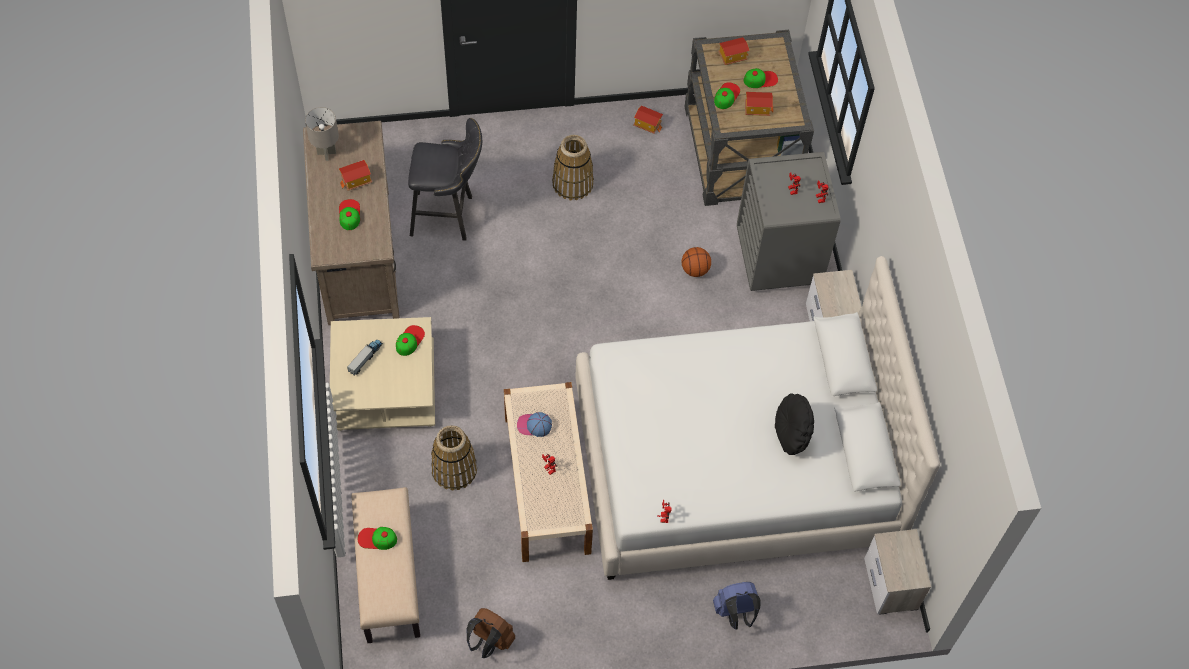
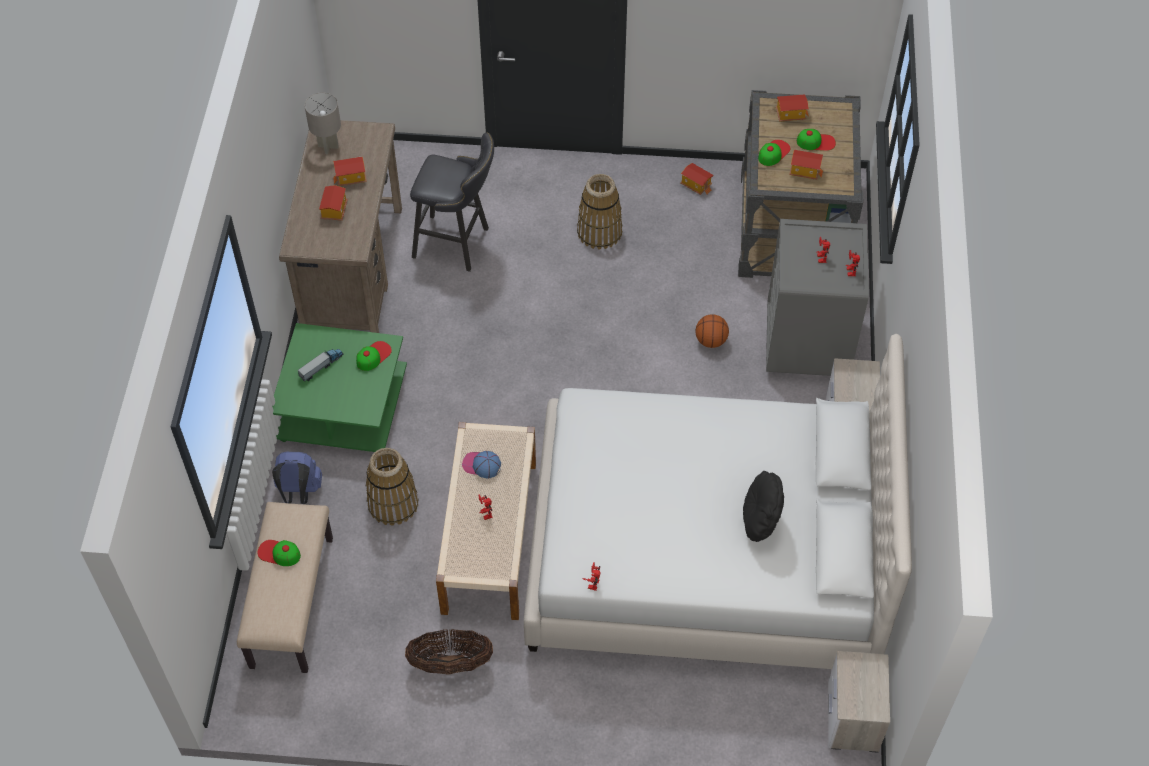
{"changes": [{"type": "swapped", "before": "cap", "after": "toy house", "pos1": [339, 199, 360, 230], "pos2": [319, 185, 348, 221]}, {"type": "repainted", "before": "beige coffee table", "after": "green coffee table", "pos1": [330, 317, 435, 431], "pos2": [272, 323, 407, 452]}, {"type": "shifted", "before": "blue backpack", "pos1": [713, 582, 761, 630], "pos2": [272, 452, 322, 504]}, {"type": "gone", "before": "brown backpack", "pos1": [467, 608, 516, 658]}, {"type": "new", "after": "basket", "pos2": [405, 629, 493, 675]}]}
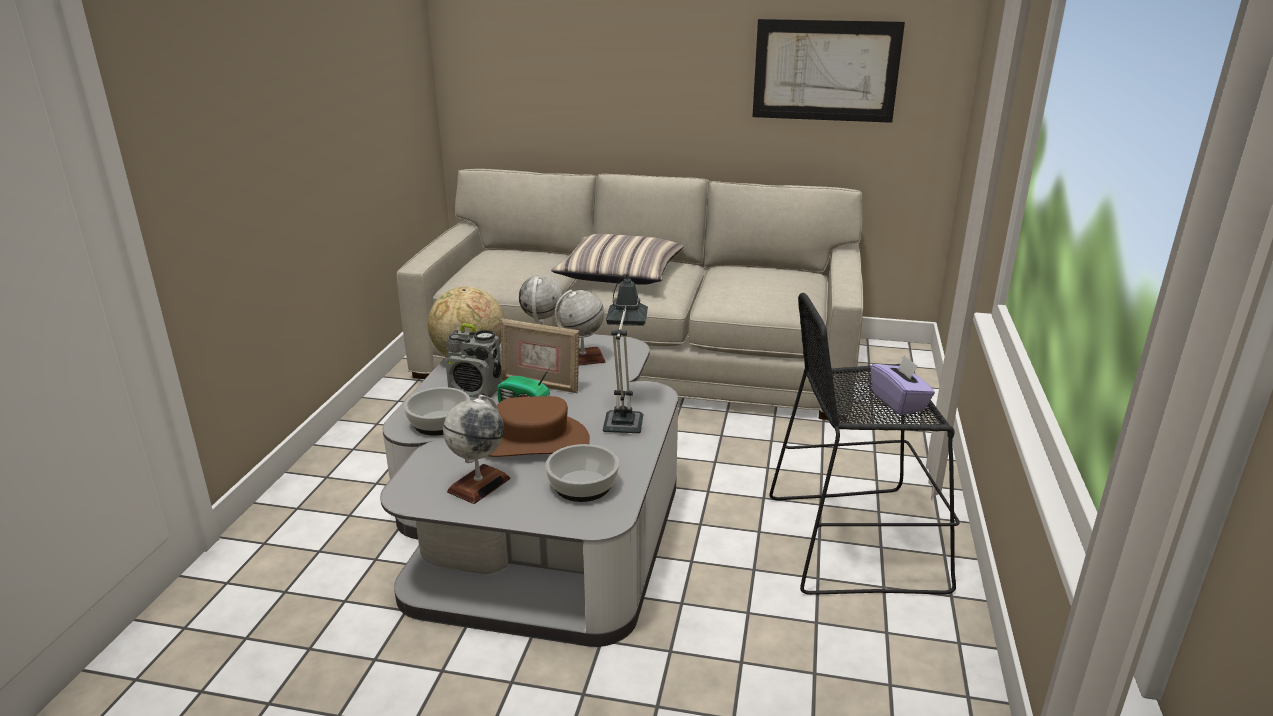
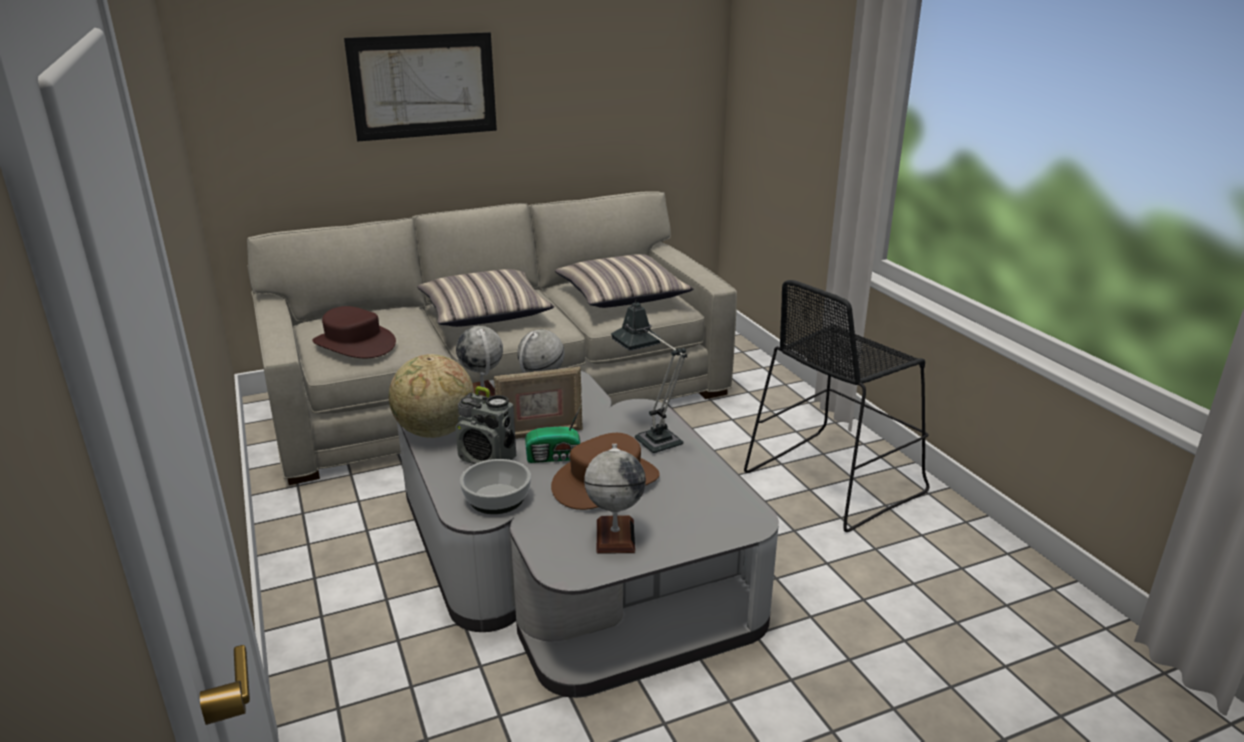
{"changes": [{"type": "shifted", "before": "picture", "pos1": [752, 19, 905, 123], "pos2": [344, 32, 497, 141]}, {"type": "rotated", "before": "radio", "pos1": [446, 323, 502, 399], "pos2": [455, 386, 516, 464], "turn": 45}, {"type": "gone", "before": "purple tissue box", "pos1": [871, 355, 935, 415]}, {"type": "gone", "before": "bowl", "pos1": [545, 444, 619, 502]}, {"type": "new", "after": "pillow", "pos2": [555, 254, 694, 308]}, {"type": "new", "after": "brown hat", "pos2": [312, 306, 396, 358]}]}
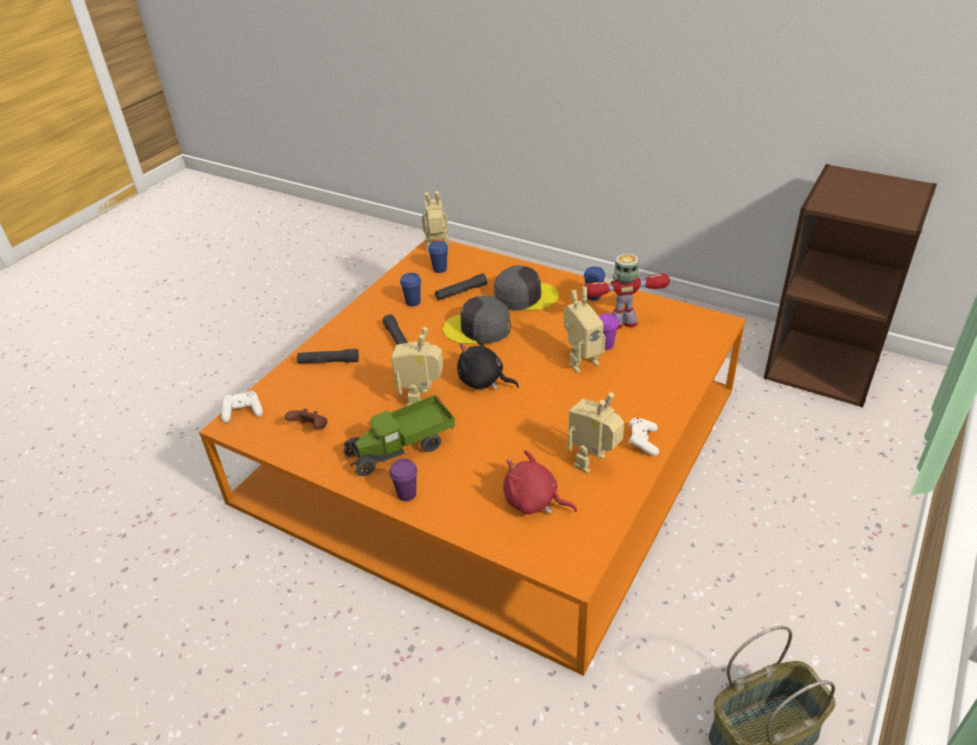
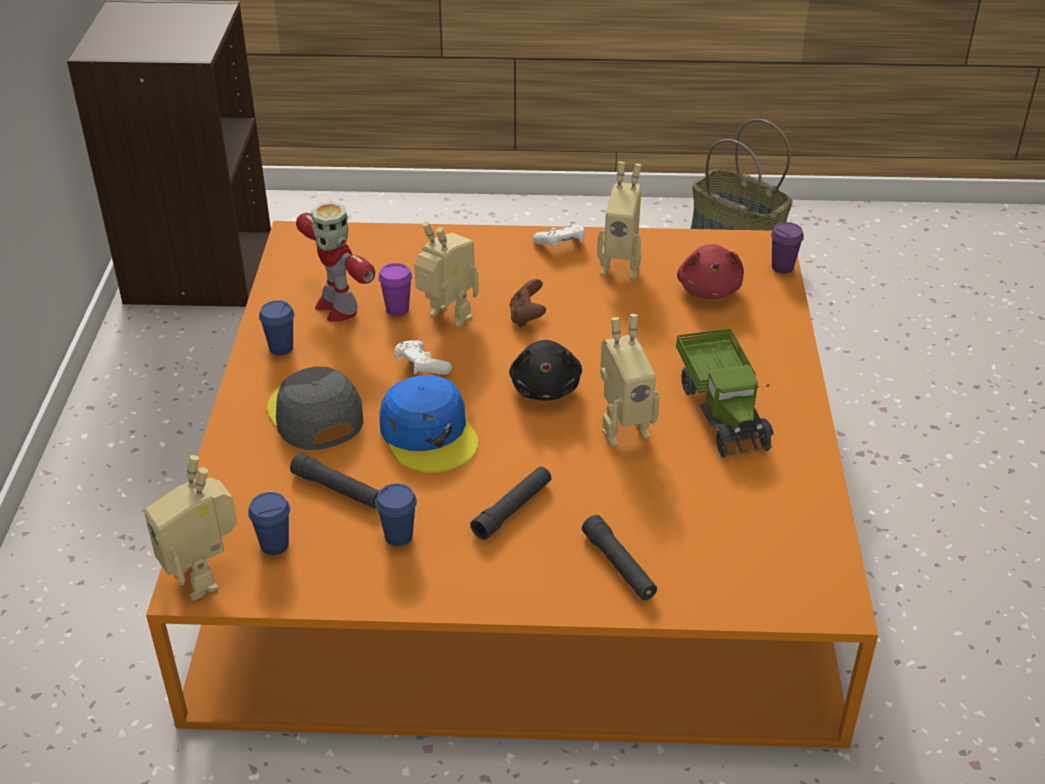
{"changes": [{"type": "repainted", "before": "grey cap", "after": "blue cap", "pos1": [443, 295, 511, 344], "pos2": [379, 375, 478, 473]}, {"type": "shifted", "before": "white game controller", "pos1": [221, 391, 263, 423], "pos2": [394, 340, 452, 375]}, {"type": "rotated", "before": "toy truck", "pos1": [343, 395, 455, 476], "pos2": [676, 328, 774, 457], "turn": 45}, {"type": "shifted", "before": "brown game controller", "pos1": [285, 409, 328, 429], "pos2": [509, 279, 546, 327]}, {"type": "shifted", "before": "purple cup", "pos1": [389, 459, 417, 501], "pos2": [771, 222, 804, 274]}]}
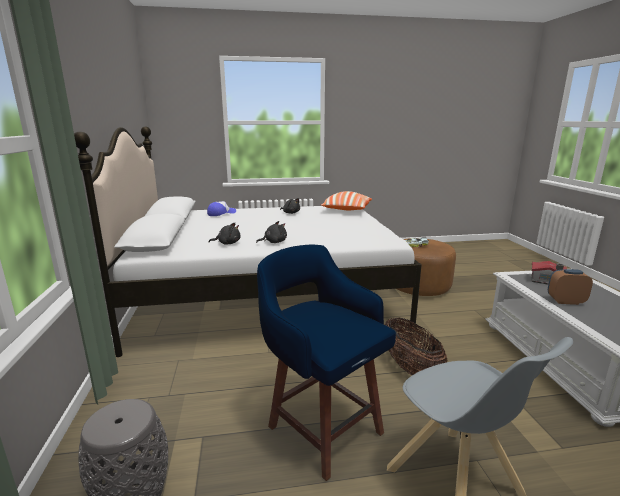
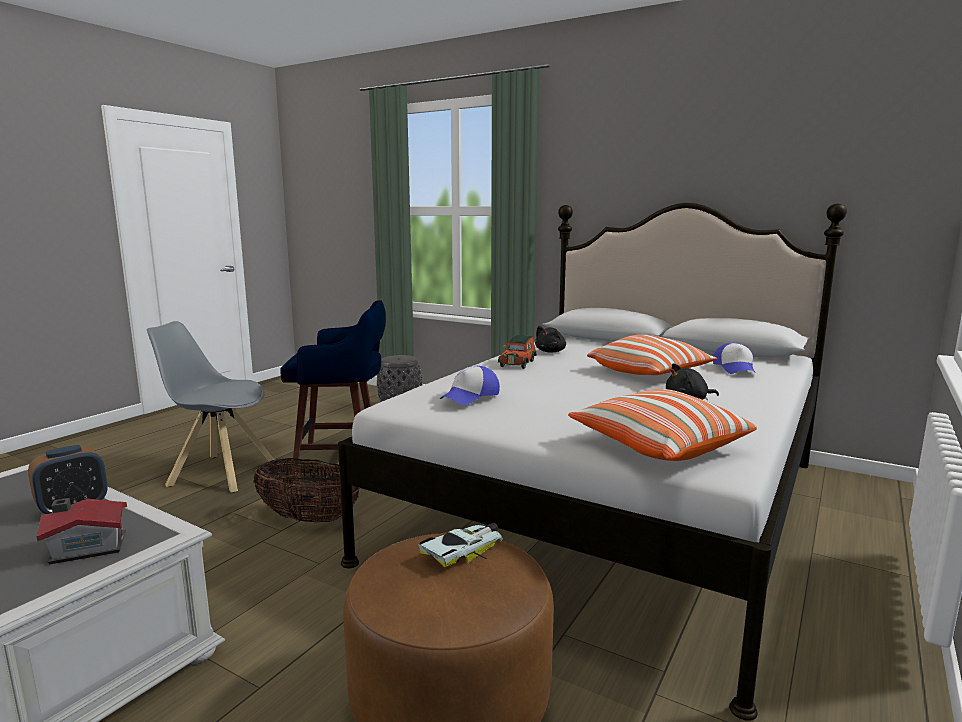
{"changes": [{"type": "swapped", "before": "black plush toy", "after": "toy car", "pos1": [256, 221, 287, 243], "pos2": [498, 335, 537, 369]}, {"type": "new", "after": "pillow", "pos2": [587, 335, 717, 375]}, {"type": "new", "after": "cap", "pos2": [440, 366, 500, 405]}]}
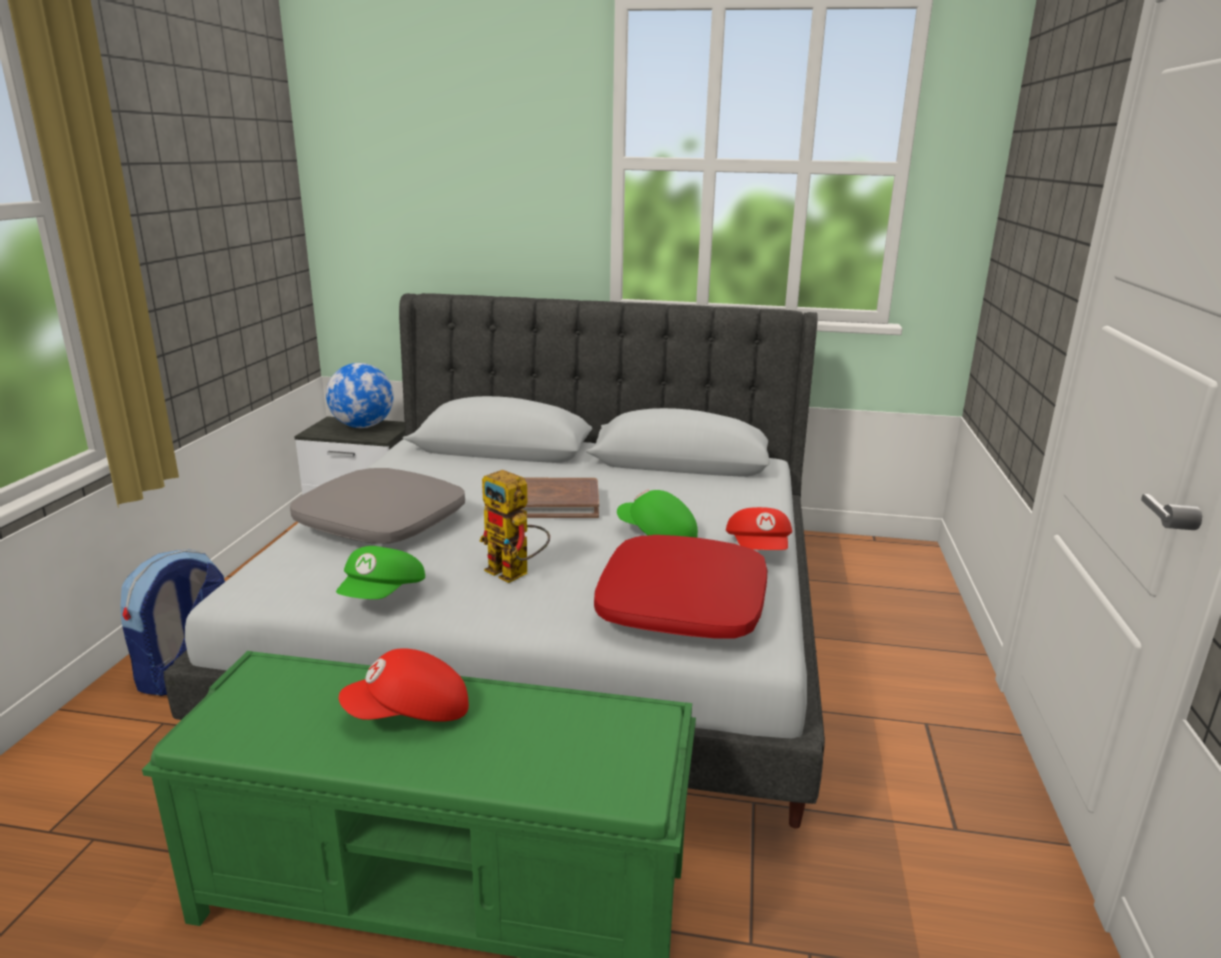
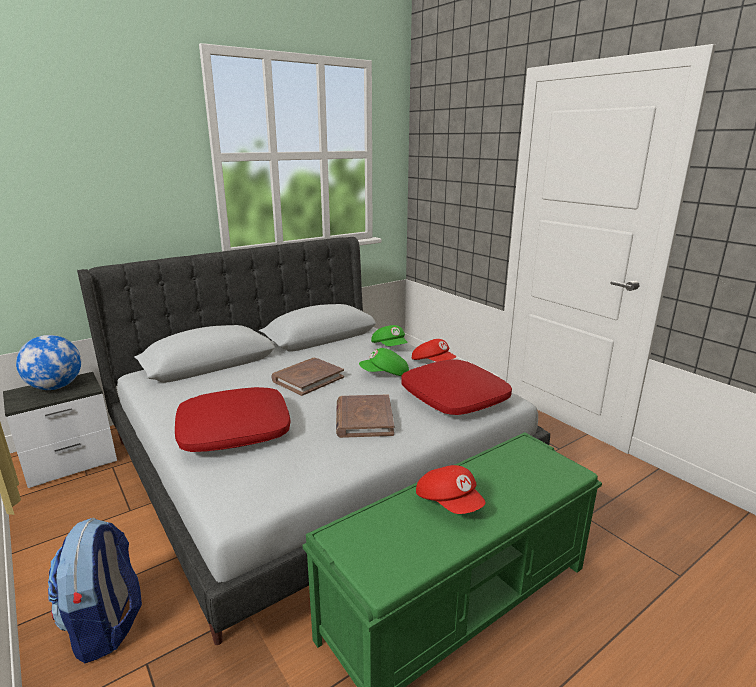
{"changes": [{"type": "repainted", "before": "grey pillow", "after": "red pillow", "pos1": [290, 468, 465, 543], "pos2": [175, 387, 291, 452]}, {"type": "swapped", "before": "toy robot", "after": "brown book", "pos1": [480, 470, 550, 583], "pos2": [336, 394, 394, 438]}, {"type": "shifted", "before": "green cap", "pos1": [336, 546, 425, 599], "pos2": [371, 325, 408, 346]}, {"type": "rotated", "before": "red cap", "pos1": [339, 648, 469, 722], "pos2": [416, 465, 486, 514], "turn": -60}]}
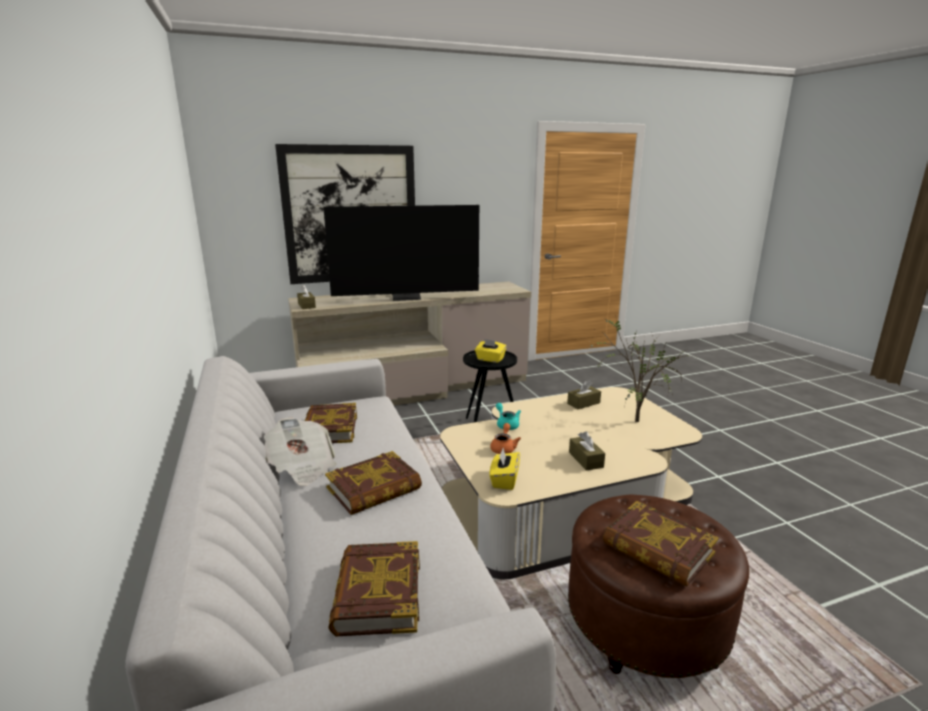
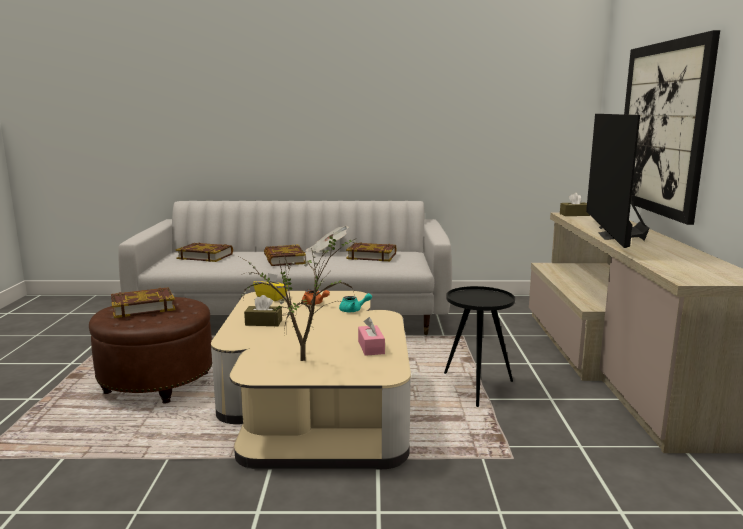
{"changes": [{"type": "gone", "before": "yellow tissue box", "pos1": [475, 339, 507, 363]}, {"type": "repainted", "before": "brown tissue box", "after": "pink tissue box", "pos1": [567, 380, 601, 409], "pos2": [358, 317, 385, 356]}]}
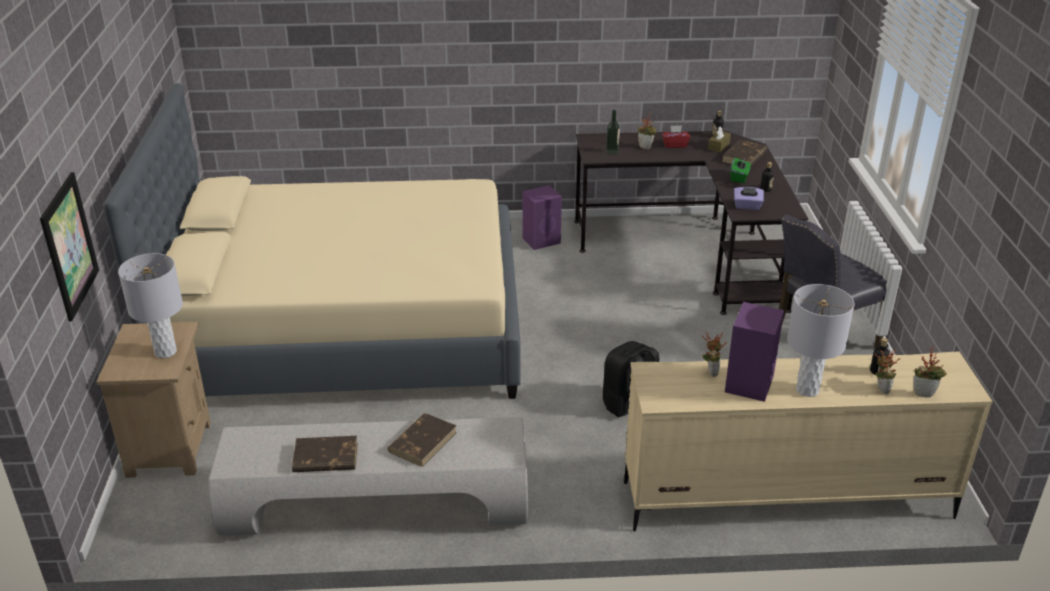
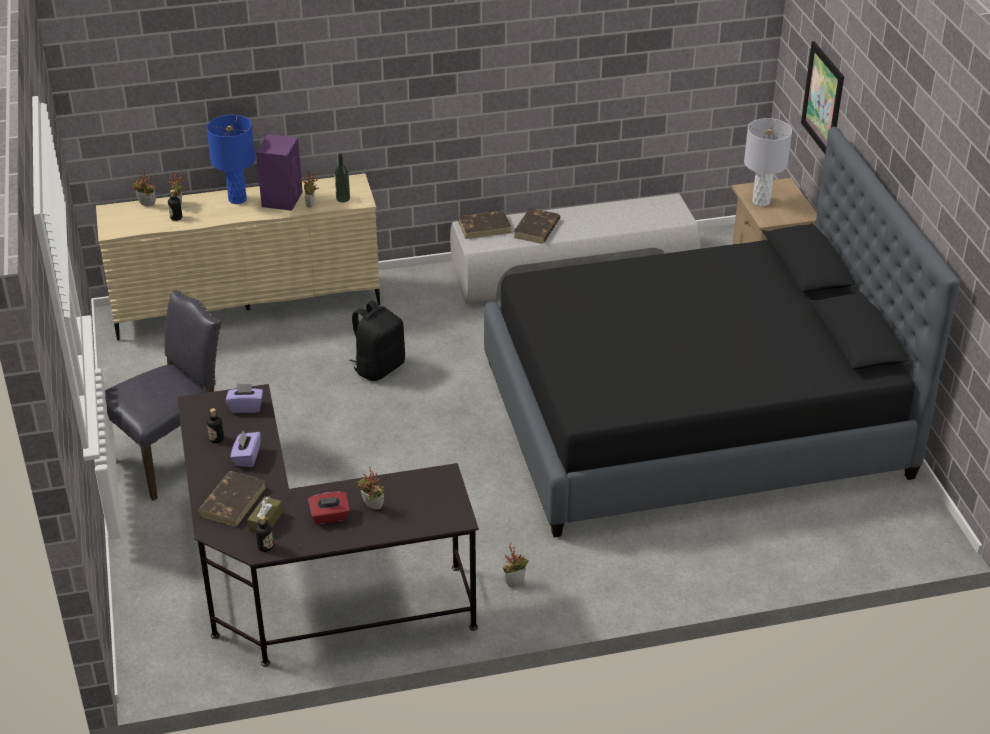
{"changes": [{"type": "repainted", "before": "beige bed", "after": "black bed", "pos1": [103, 83, 521, 399], "pos2": [484, 127, 960, 537]}, {"type": "shifted", "before": "bottle", "pos1": [606, 110, 620, 155], "pos2": [334, 154, 350, 202]}, {"type": "repainted", "before": "green tissue box", "after": "purple tissue box", "pos1": [731, 158, 751, 183], "pos2": [231, 431, 261, 467]}, {"type": "swapped", "before": "purple speaker", "after": "potted plant", "pos1": [522, 185, 562, 250], "pos2": [503, 544, 528, 587]}, {"type": "repainted", "before": "grey table lamp", "after": "blue table lamp", "pos1": [787, 284, 854, 397], "pos2": [207, 115, 255, 204]}, {"type": "shifted", "before": "brown book", "pos1": [292, 436, 358, 472], "pos2": [458, 210, 511, 239]}]}
